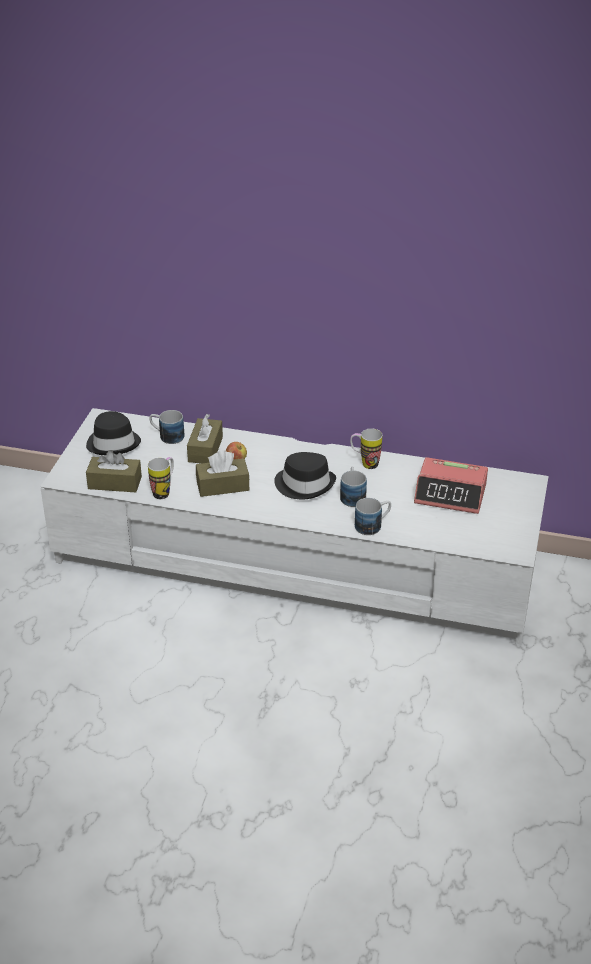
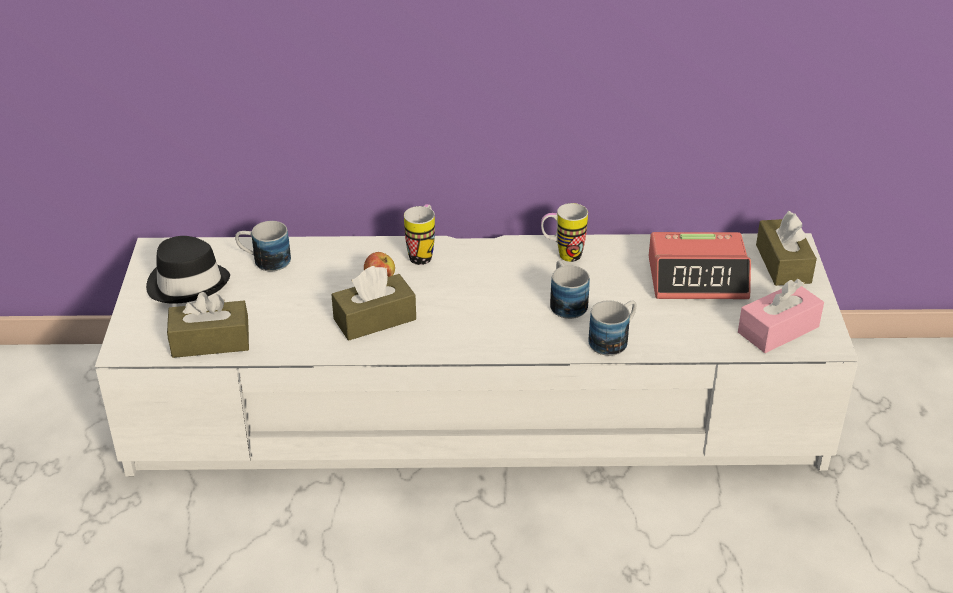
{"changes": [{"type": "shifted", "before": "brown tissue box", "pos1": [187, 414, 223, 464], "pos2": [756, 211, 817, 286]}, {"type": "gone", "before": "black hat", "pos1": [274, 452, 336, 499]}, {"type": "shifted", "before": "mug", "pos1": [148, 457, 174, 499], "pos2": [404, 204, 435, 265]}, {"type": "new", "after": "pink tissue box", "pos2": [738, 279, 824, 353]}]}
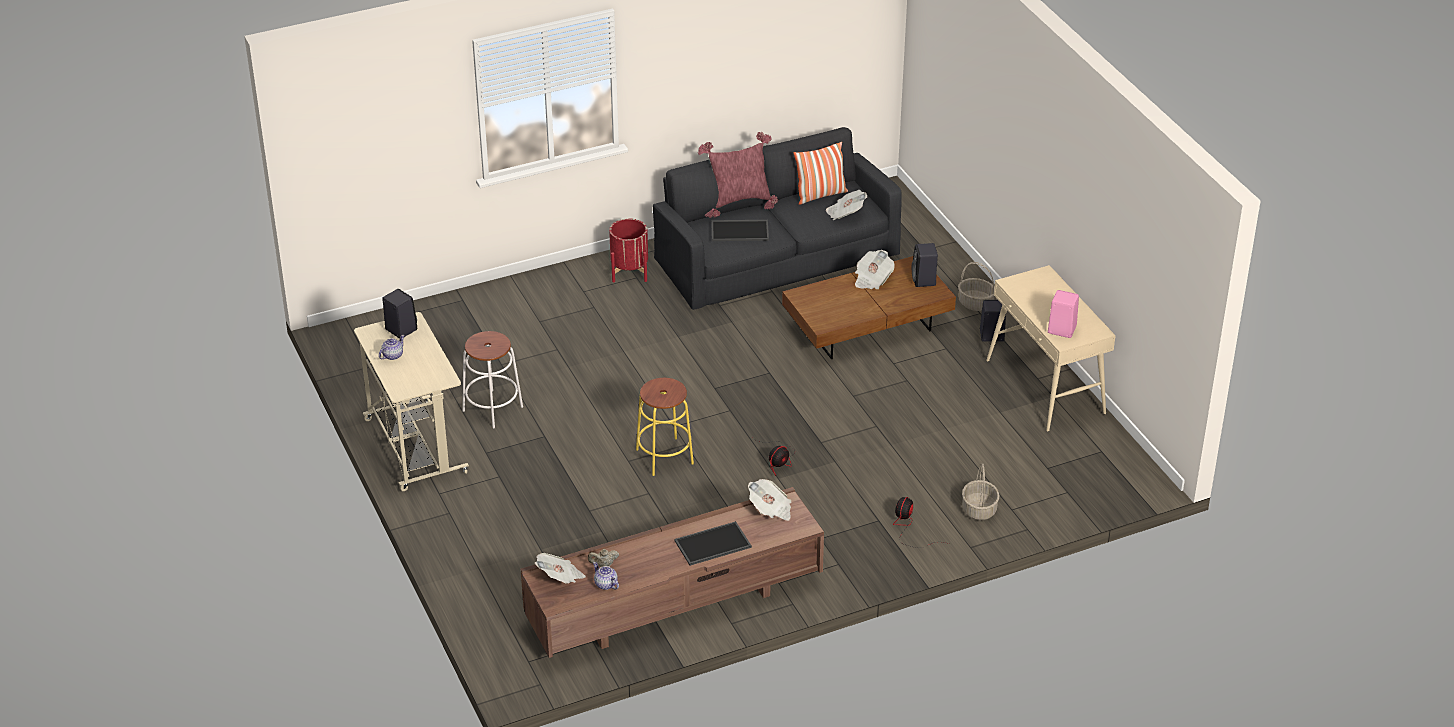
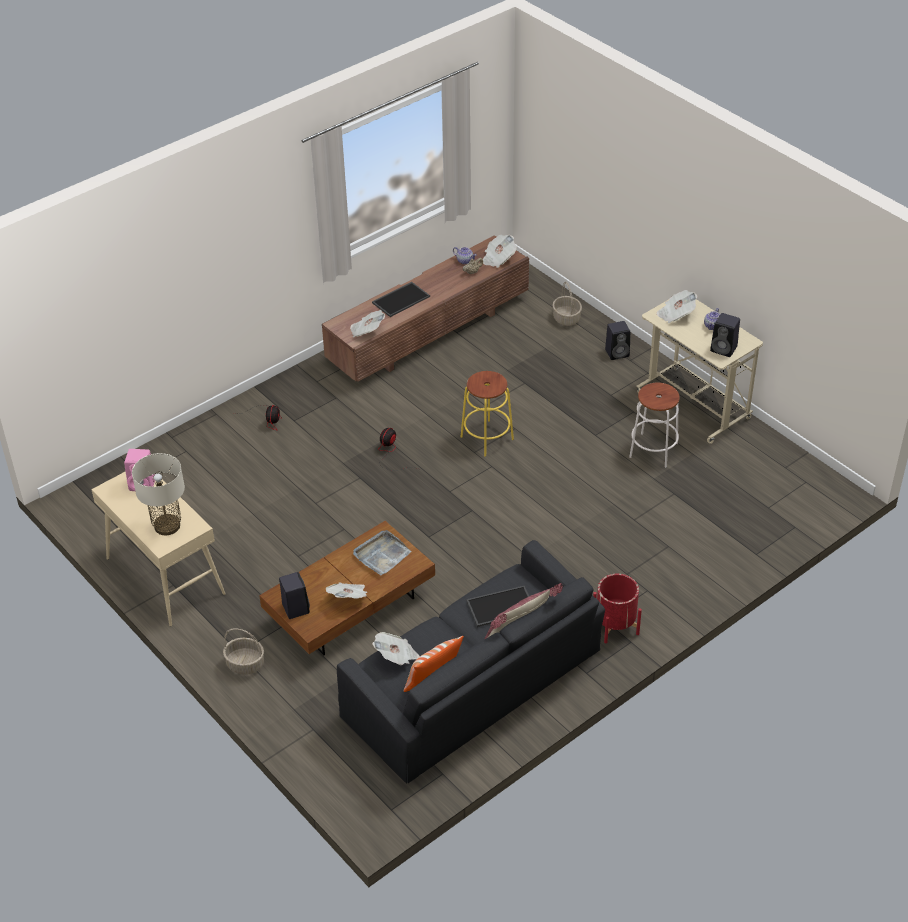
{"changes": [{"type": "shifted", "before": "black speaker", "pos1": [980, 300, 1006, 342], "pos2": [605, 321, 630, 360]}, {"type": "shifted", "before": "basket", "pos1": [962, 463, 1000, 520], "pos2": [552, 282, 582, 326]}, {"type": "new", "after": "newspaper", "pos2": [656, 290, 698, 323]}, {"type": "new", "after": "table lamp", "pos2": [132, 453, 185, 535]}, {"type": "new", "after": "grey tray", "pos2": [353, 530, 411, 575]}]}
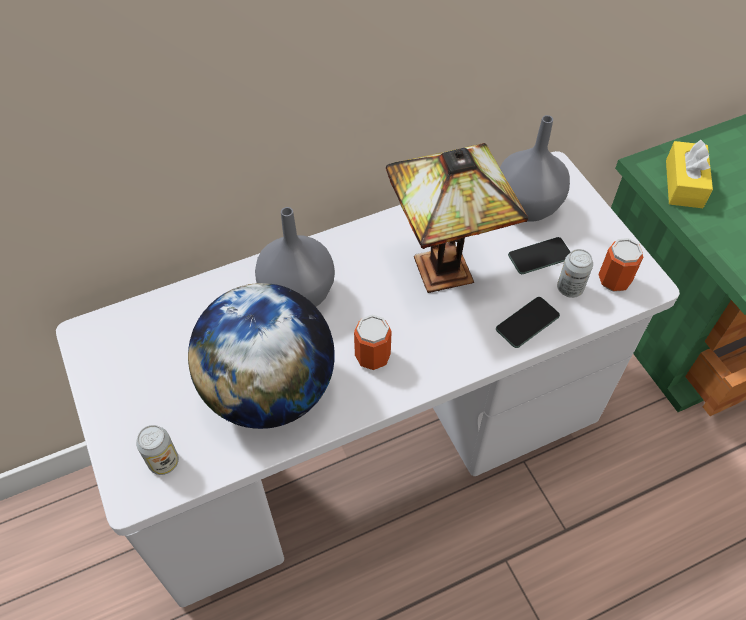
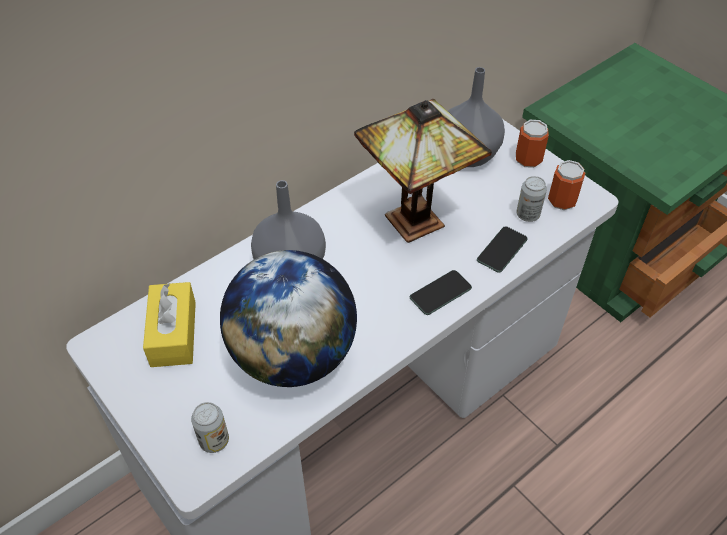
{"changes": [{"type": "shifted", "before": "yellow tissue box", "pos1": [666, 140, 713, 208], "pos2": [143, 282, 196, 367]}, {"type": "shifted", "before": "phone", "pos1": [508, 237, 571, 274], "pos2": [410, 270, 472, 315]}, {"type": "shifted", "before": "can", "pos1": [354, 315, 392, 370], "pos2": [516, 120, 549, 168]}]}
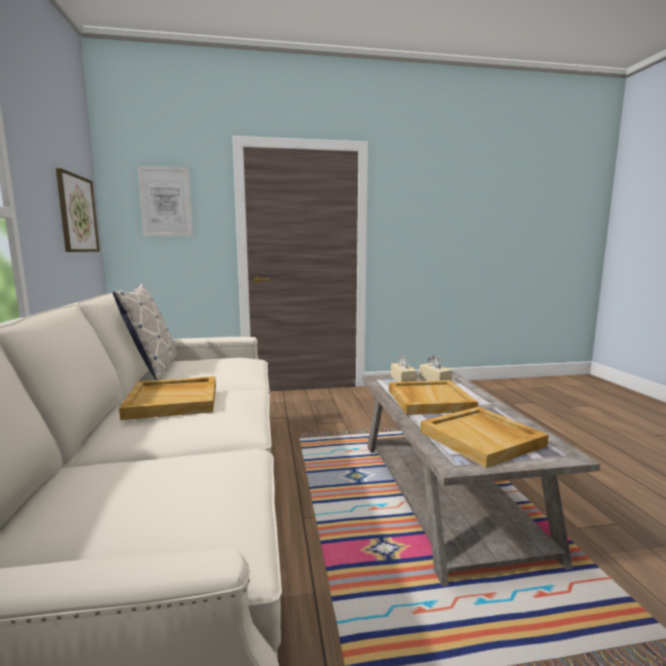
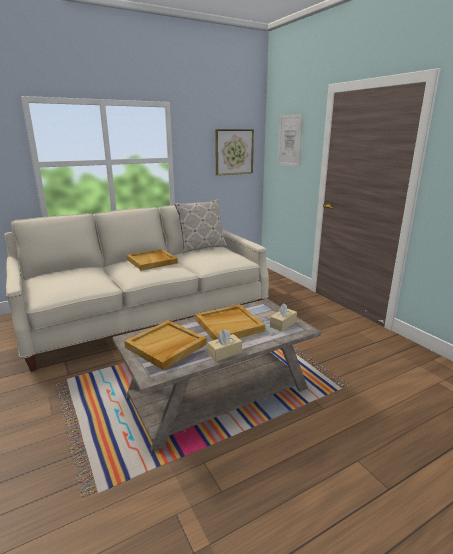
{"changes": [{"type": "shifted", "before": "beige tissue box", "pos1": [391, 354, 417, 382], "pos2": [207, 329, 242, 361]}]}
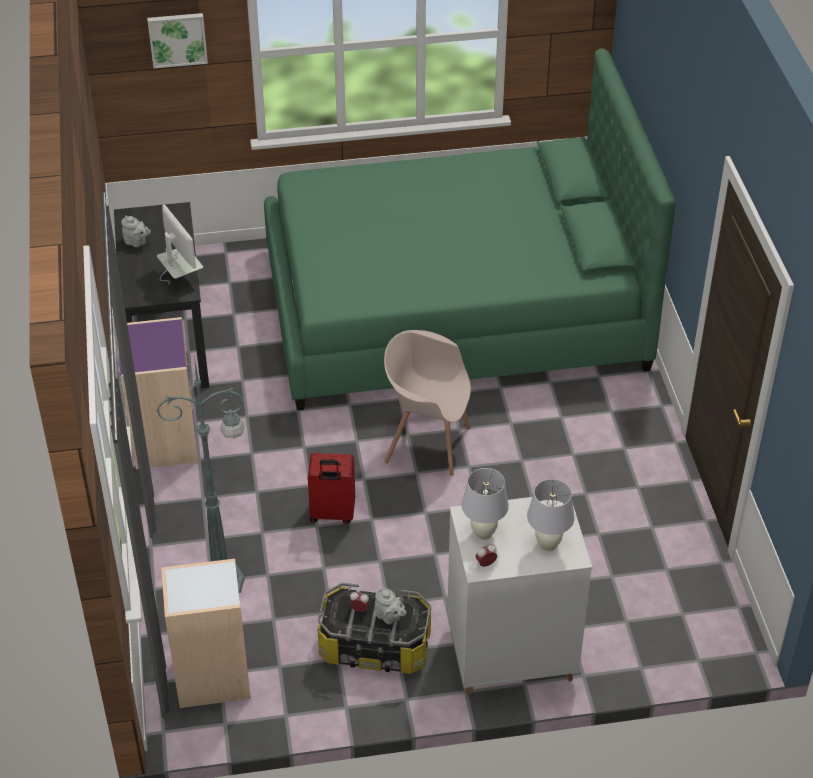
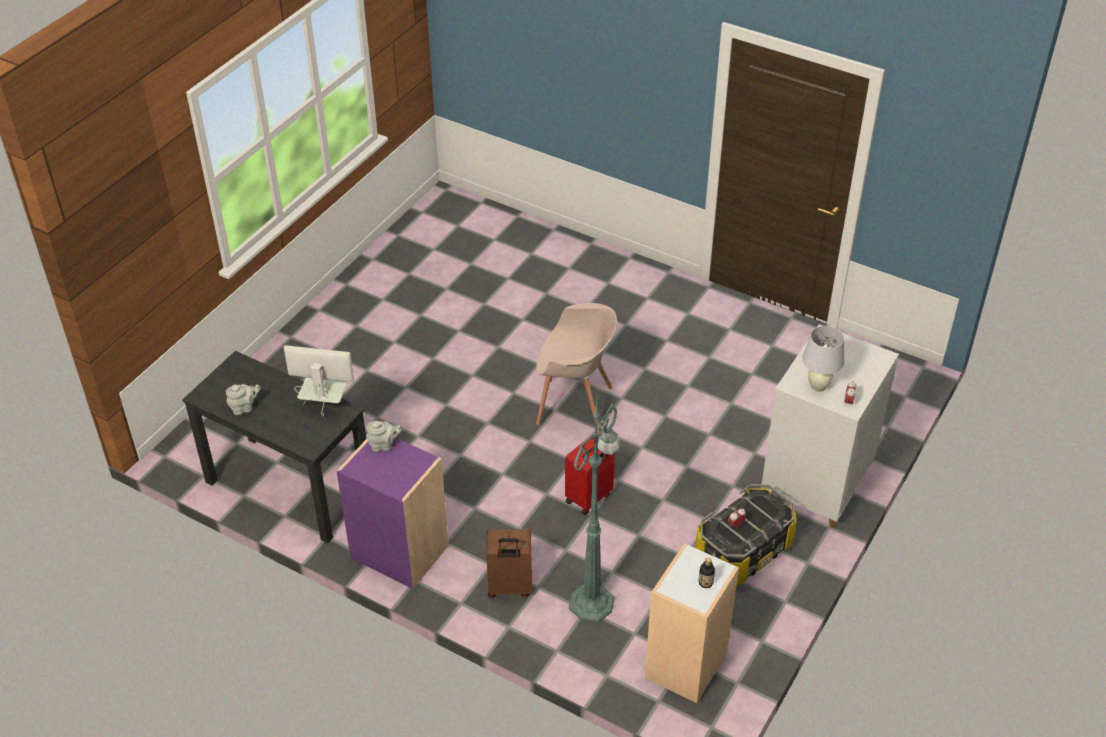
{"changes": [{"type": "gone", "before": "picture", "pos1": [147, 13, 208, 68]}, {"type": "gone", "before": "green bed", "pos1": [264, 48, 676, 411]}, {"type": "rotated", "before": "beige chair", "pos1": [384, 330, 471, 476], "pos2": [536, 303, 617, 435], "turn": -135}, {"type": "gone", "before": "white table lamp", "pos1": [527, 479, 575, 551]}, {"type": "shifted", "before": "grey teapot", "pos1": [375, 588, 406, 624], "pos2": [366, 421, 403, 452]}, {"type": "new", "after": "brown suitcase", "pos2": [486, 529, 532, 598]}, {"type": "new", "after": "bottle", "pos2": [698, 557, 715, 588]}]}
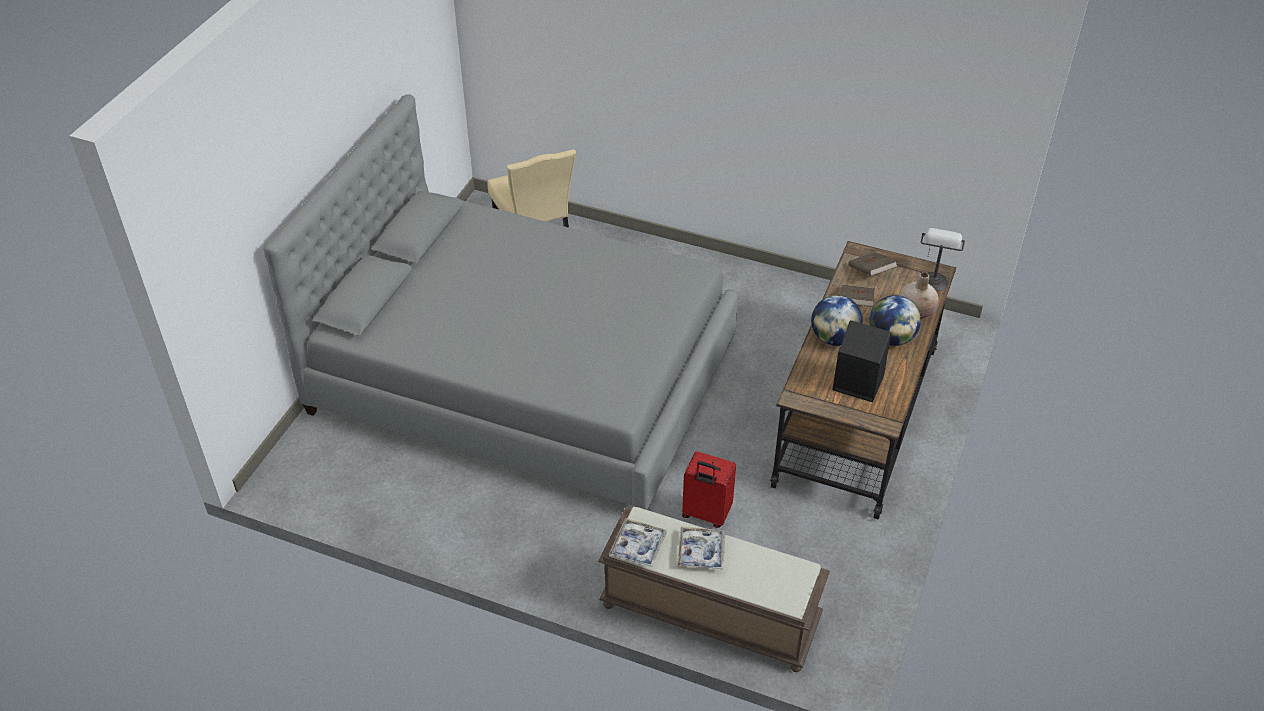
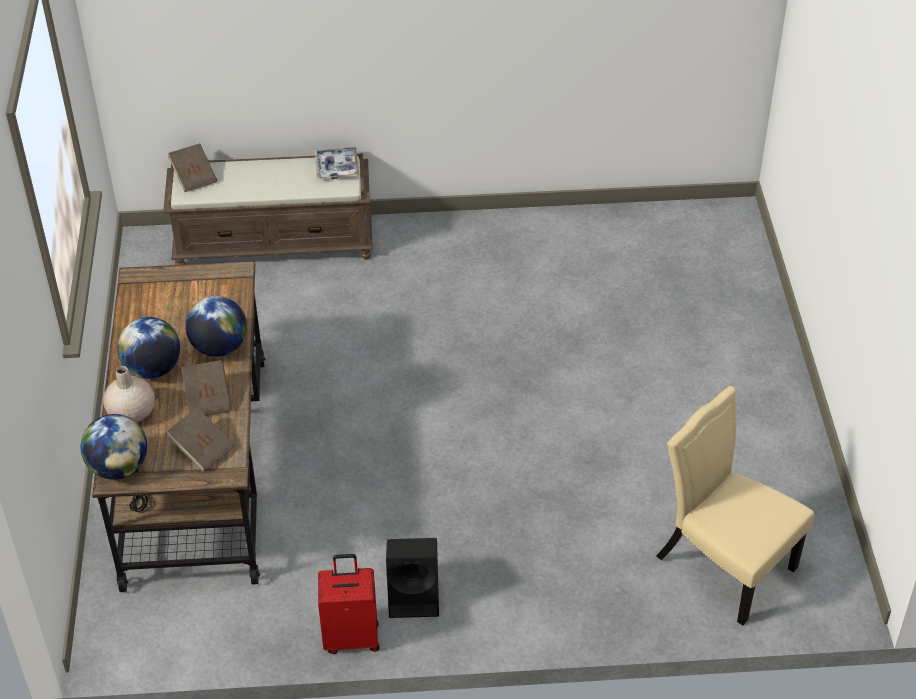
{"changes": [{"type": "gone", "before": "grey bed", "pos1": [264, 94, 738, 510]}, {"type": "swapped", "before": "table lamp", "after": "globe", "pos1": [921, 228, 965, 291], "pos2": [81, 414, 147, 480]}, {"type": "shifted", "before": "black speaker", "pos1": [833, 320, 891, 402], "pos2": [386, 538, 439, 618]}, {"type": "shifted", "before": "red suitcase", "pos1": [682, 451, 736, 528], "pos2": [318, 554, 379, 654]}, {"type": "gone", "before": "tray", "pos1": [677, 527, 726, 569]}, {"type": "new", "after": "brown book", "pos2": [168, 143, 217, 192]}]}
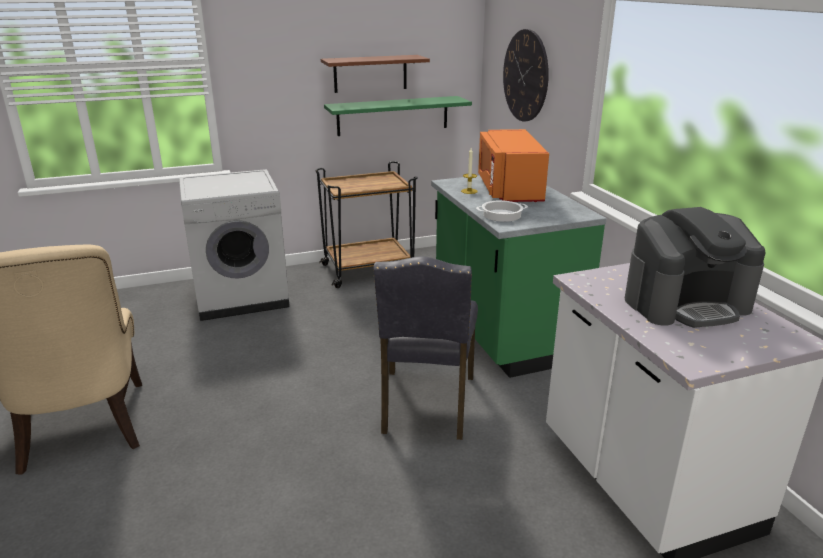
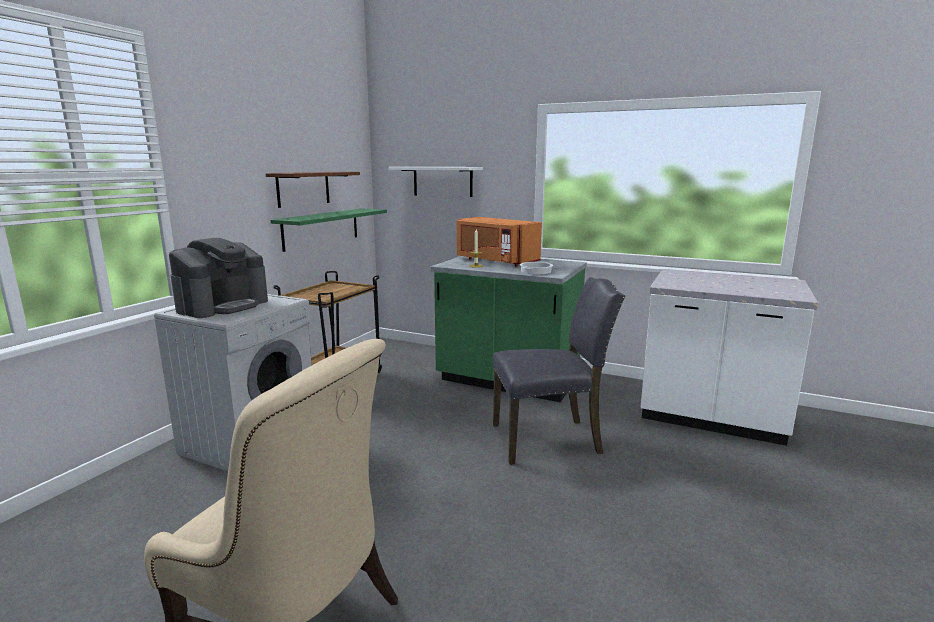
{"changes": [{"type": "swapped", "before": "wall clock", "after": "white shelf", "pos1": [503, 29, 549, 121], "pos2": [389, 167, 483, 197]}, {"type": "shifted", "before": "coffee machine", "pos1": [625, 207, 766, 328], "pos2": [169, 238, 268, 318]}, {"type": "rotated", "before": "grey chair", "pos1": [373, 256, 478, 440], "pos2": [492, 277, 626, 465], "turn": -60}]}
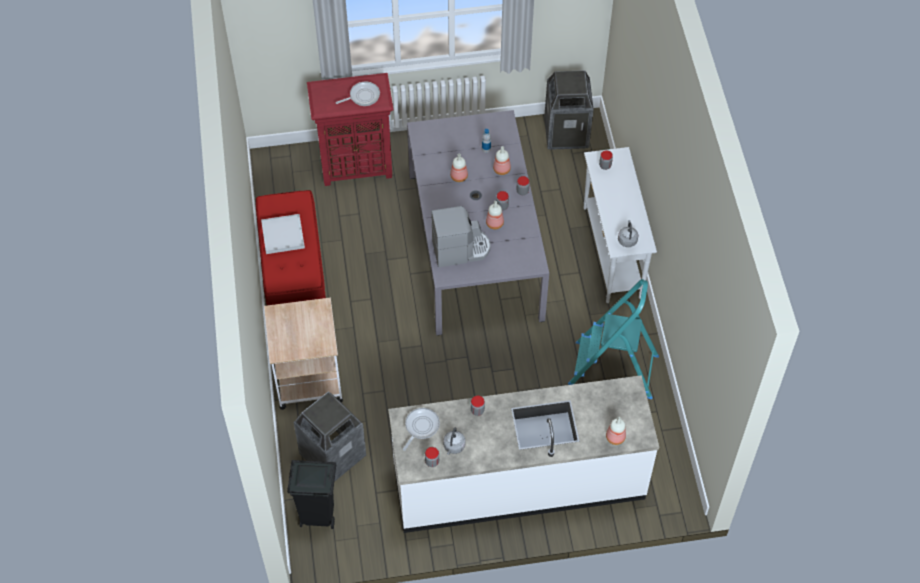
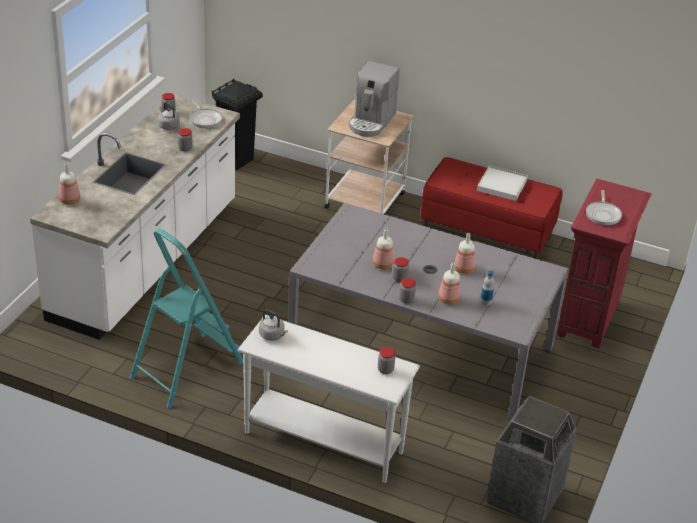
{"changes": [{"type": "shifted", "before": "coffee machine", "pos1": [431, 206, 491, 267], "pos2": [348, 61, 400, 137]}, {"type": "gone", "before": "trash can", "pos1": [293, 391, 366, 482]}]}
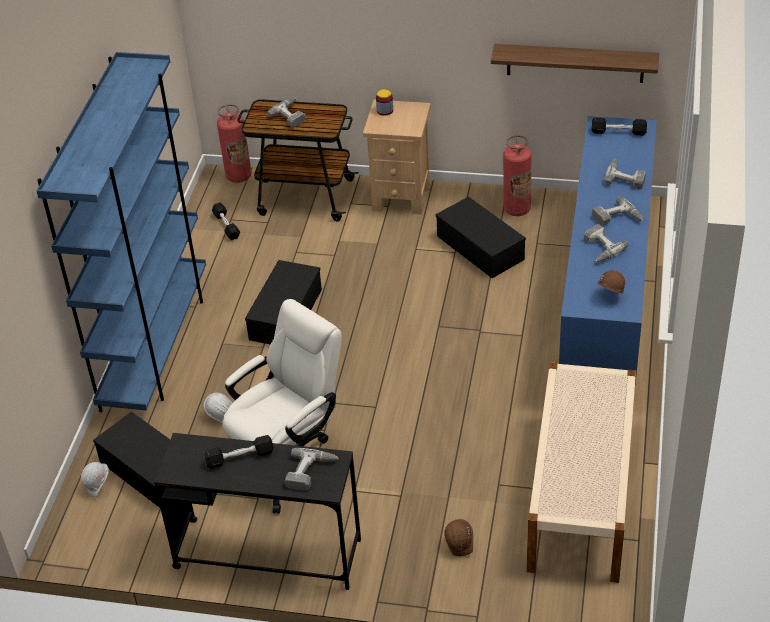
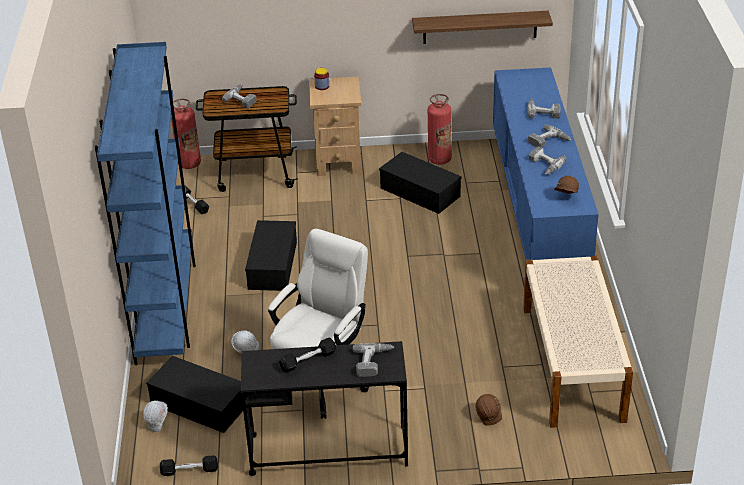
{"changes": [{"type": "shifted", "before": "black dumbbell", "pos1": [592, 117, 647, 136], "pos2": [160, 455, 218, 476]}]}
